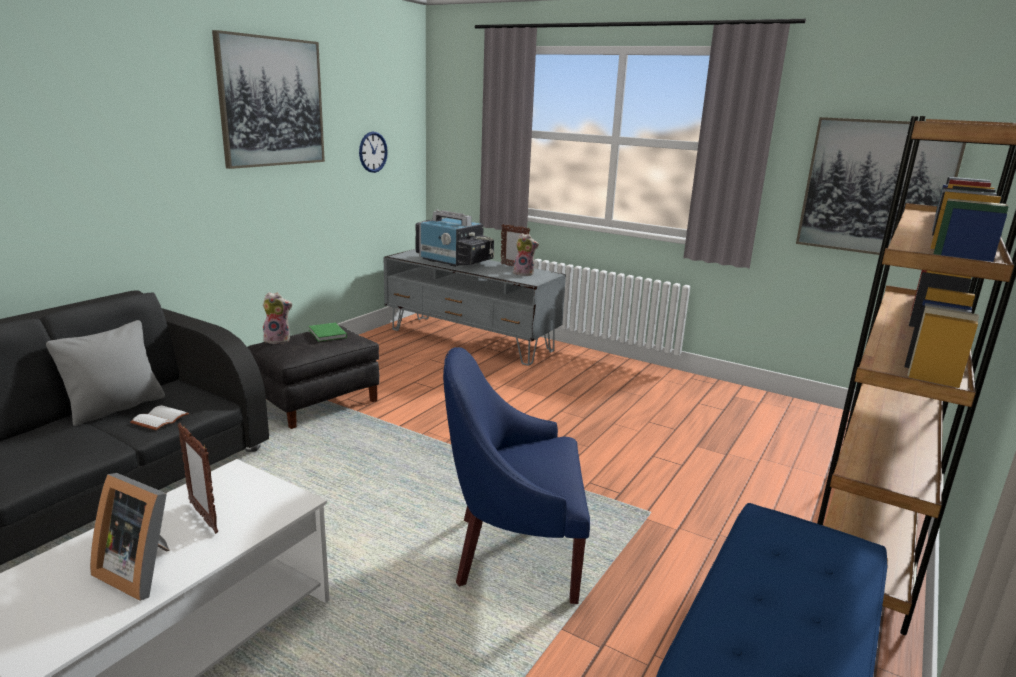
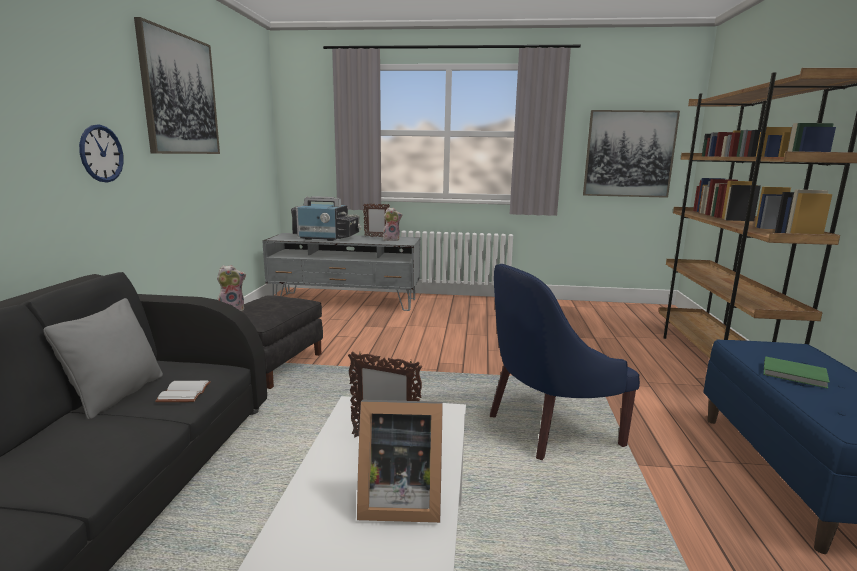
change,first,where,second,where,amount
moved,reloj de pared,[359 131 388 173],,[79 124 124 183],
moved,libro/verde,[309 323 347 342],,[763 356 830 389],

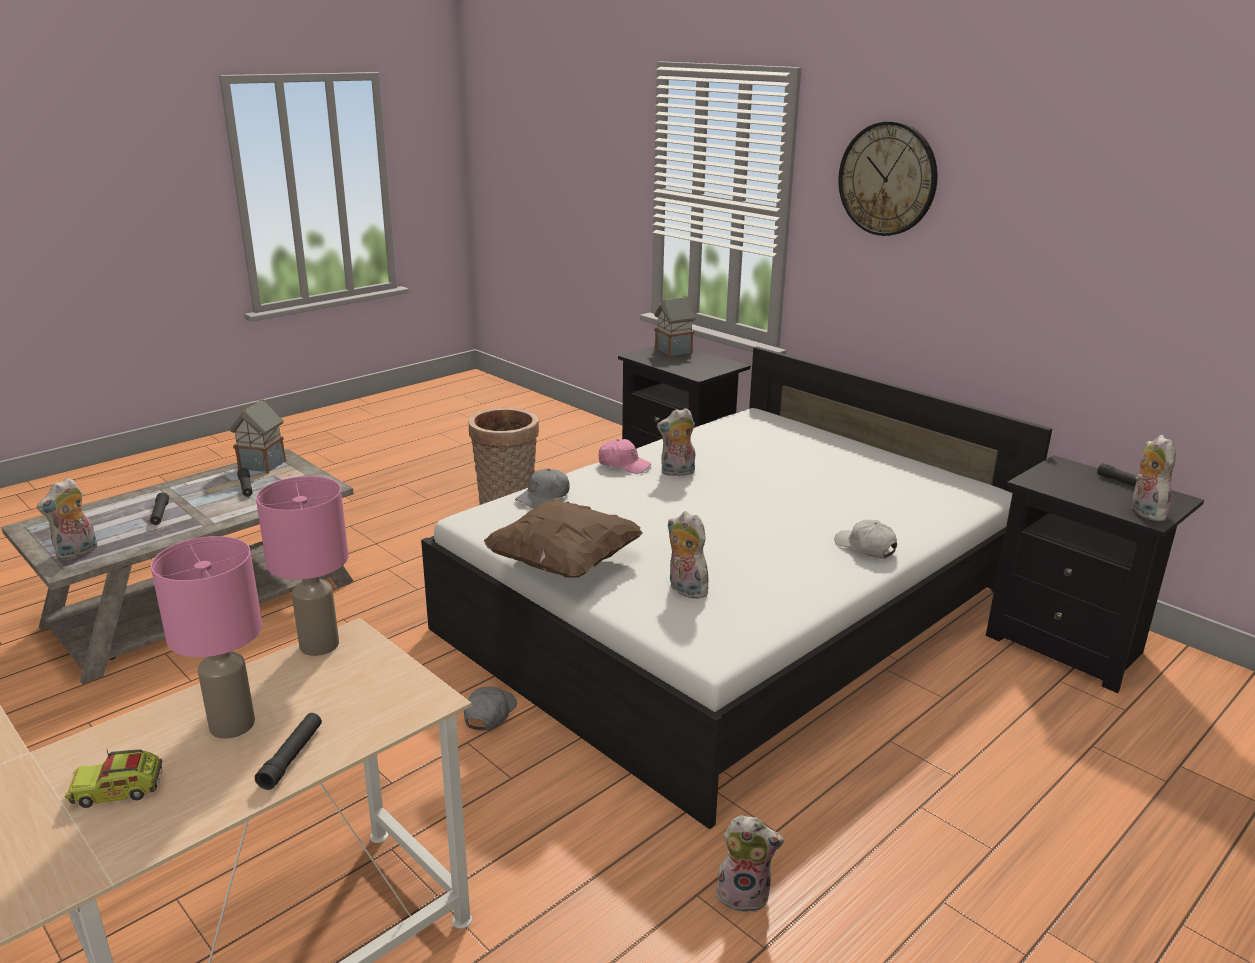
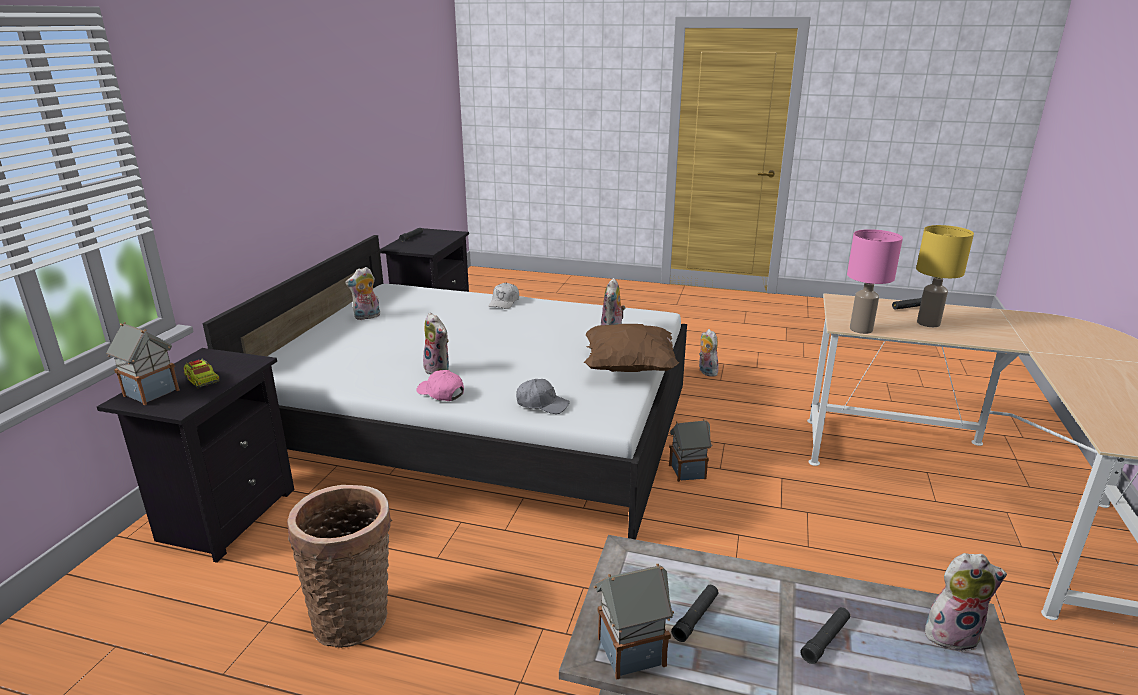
change,first,where,second,where,amount
moved,camión de juguete,[65 749 163 808],,[184 359 219 389],
moved,peluche,[1130 435 1176 521],,[345 267 380 320],
turned,gorra/rosa,[598 439 652 474],,[416 370 464 401],45 degrees counterclockwise
replaced,gorra/gris,[464 686 517 731],casita,[669 419 713 482],
recoloured,lámpara de mesa/rosa,[151 536 262 739],lámpara de mesa/amarillo,[916 225 974 327],
removed,reloj de pared,[838 121 937 236],,,

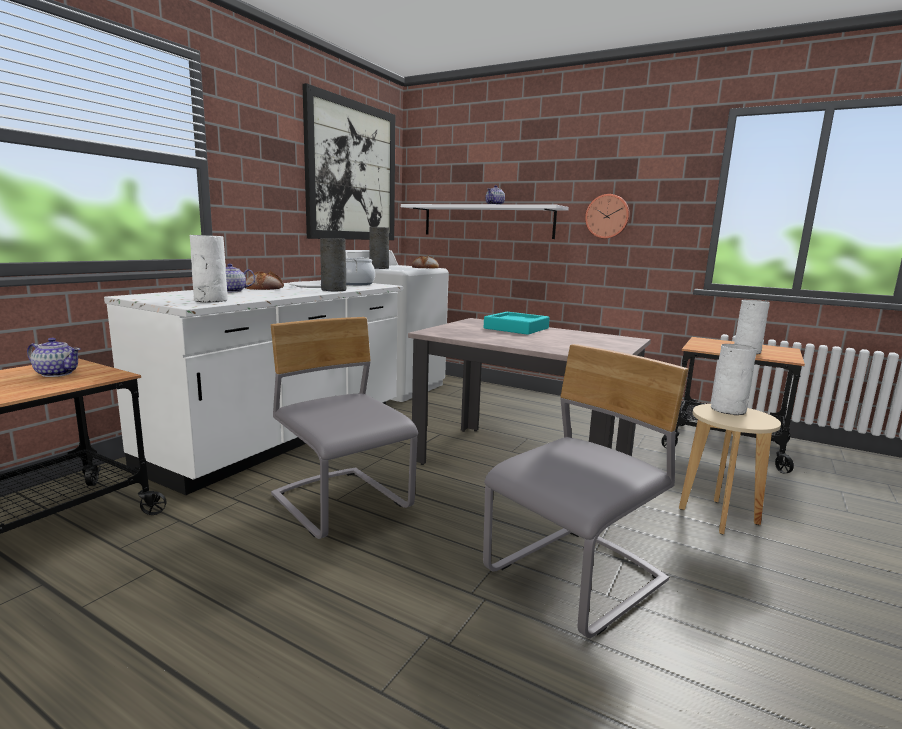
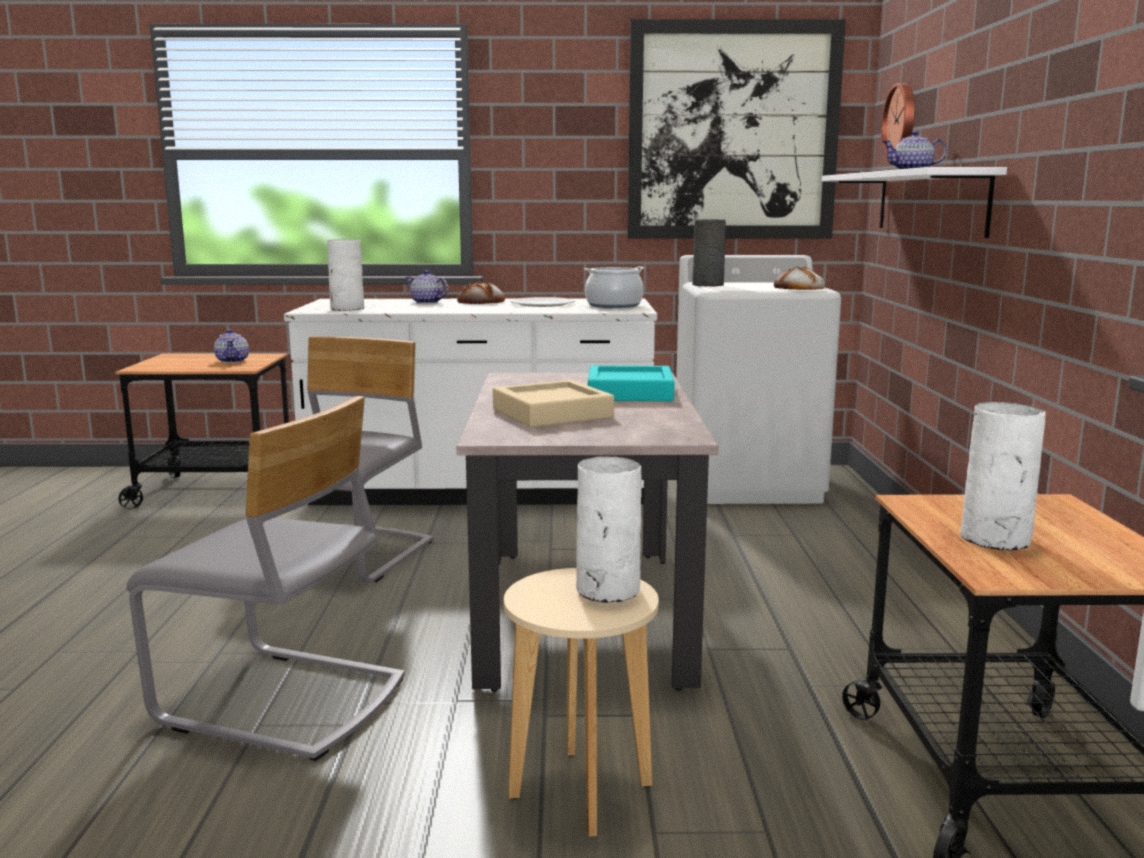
change,first,where,second,where,amount
added,,,bandeja/beis,[493 380 614 427],
moved,reloj de pared,[585 194 630 239],,[881 83 915 156],
removed,florero/gris,[320 238 347 291],,,

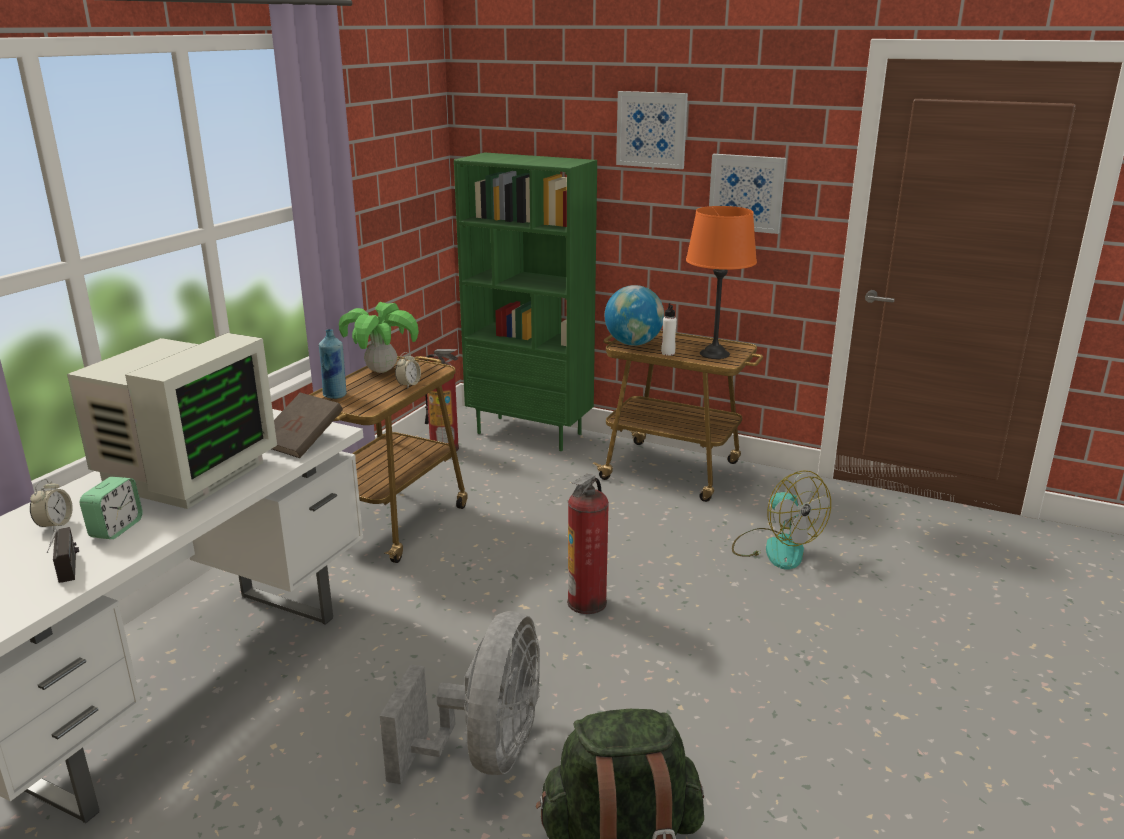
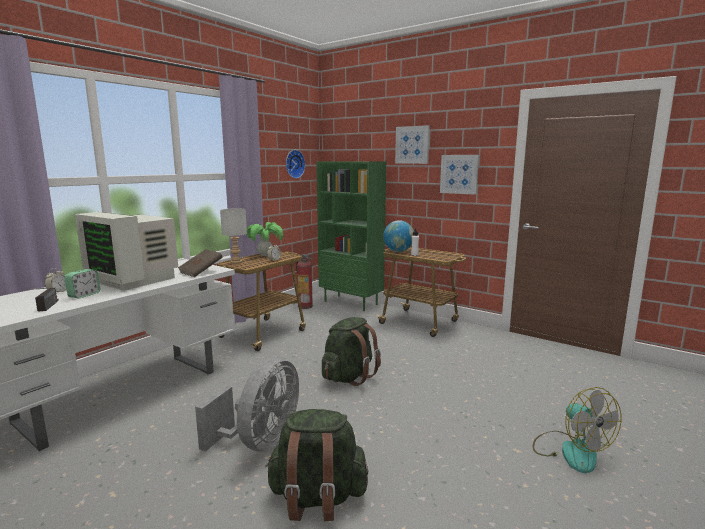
change,first,where,second,where,amount
turned,monitor,[67 333 277 509],,[75 212 178 291],90 degrees clockwise
replaced,botella/azul,[319 329 346 399],lámpara de mesa/gris,[220 208 247 264],
added,,,reloj de pared,[286 150 305 179],
replaced,extintor,[567 474 609 614],mochila/verde,[322 317 381 386],
moved,ventilador,[732 470 831 570],,[533 387 621 473],
removed,lámpara de mesa/naranja,[686 206 757 359],,,

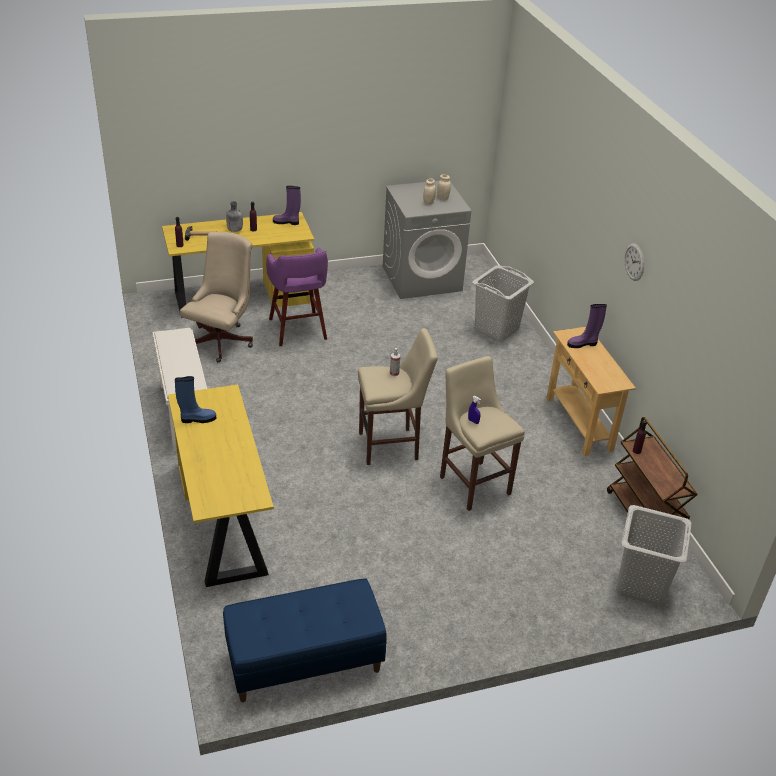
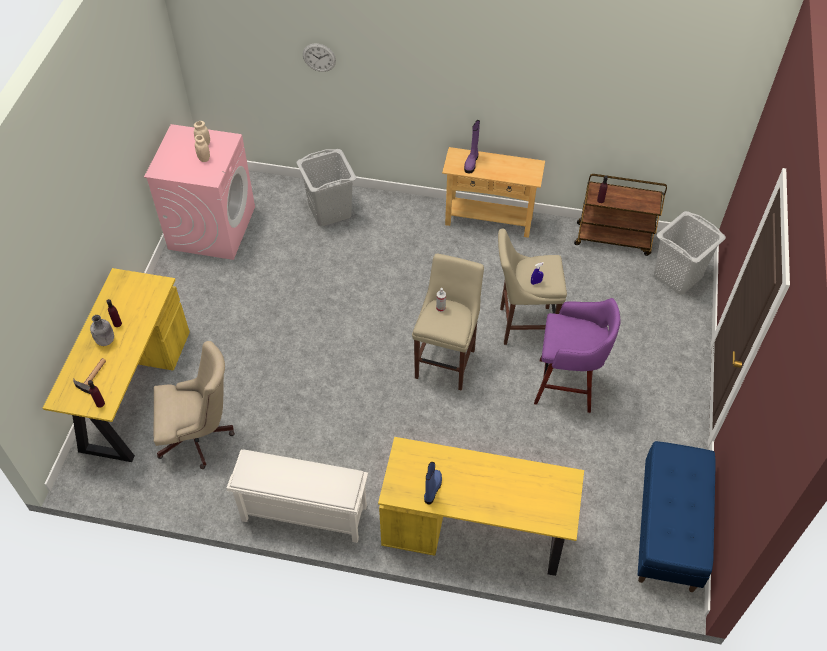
change,first,where,second,where,amount
recoloured,lavadora/gris,[383 180 471 299],lavadora/rosa,[144 124 255 260],
turned,silla de oficina/beis,[180 232 253 363],,[154 341 235 469],120 degrees clockwise
moved,reloj de pared,[625 243 644 281],,[303 44 336 72],
moved,taburete/morado,[266 248 328 346],,[534 298 621 413],
removed,bota/morado,[273 186 301 225],,,

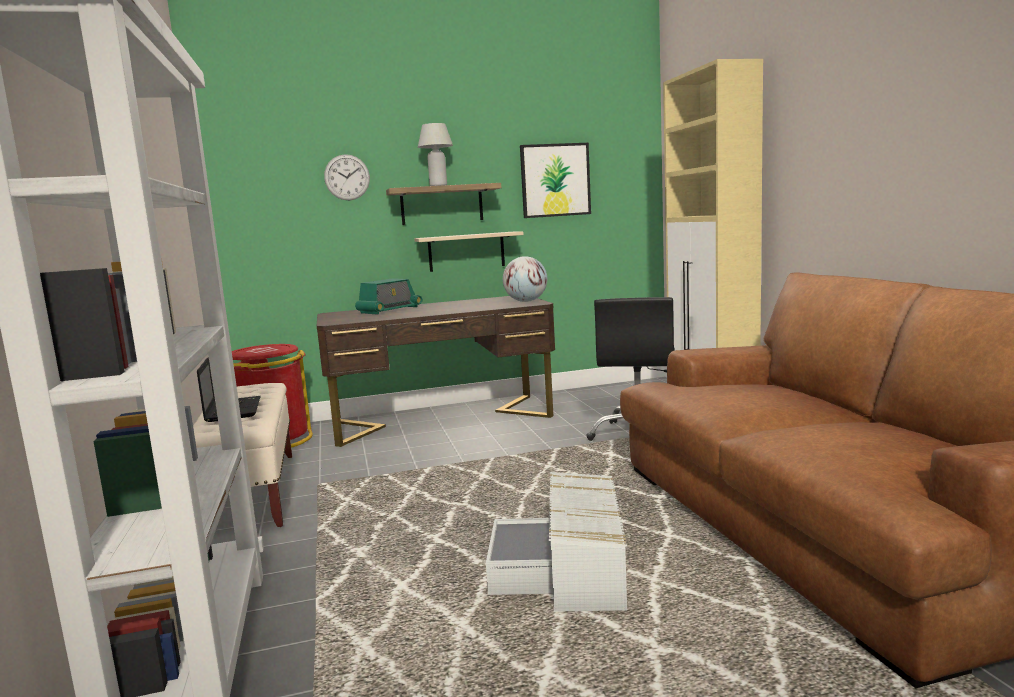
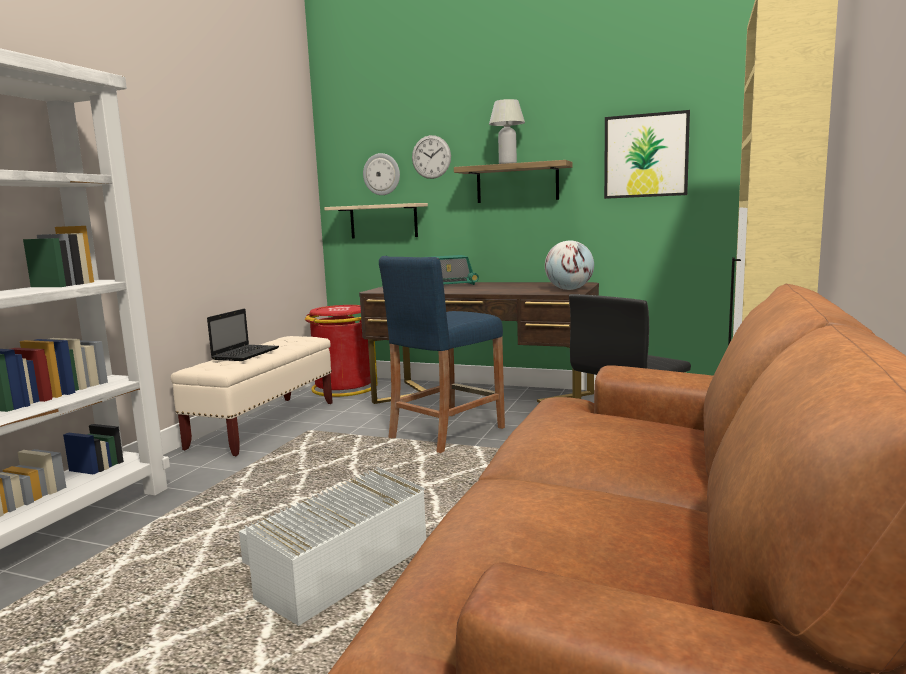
change,first,where,second,where,amount
moved,estante/beis,[414 231 524 272],,[324 203 428 239],
added,,,reloj de pared,[363 153 400 195],
added,,,taburete/azul,[379 256 505 453],

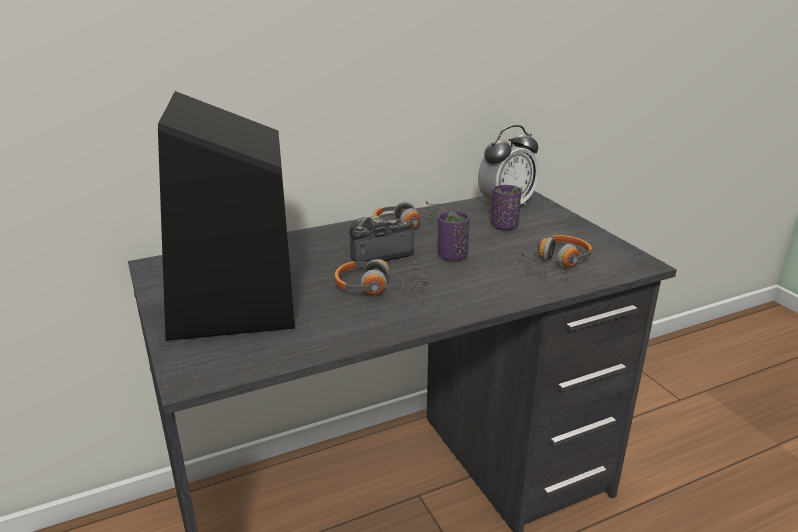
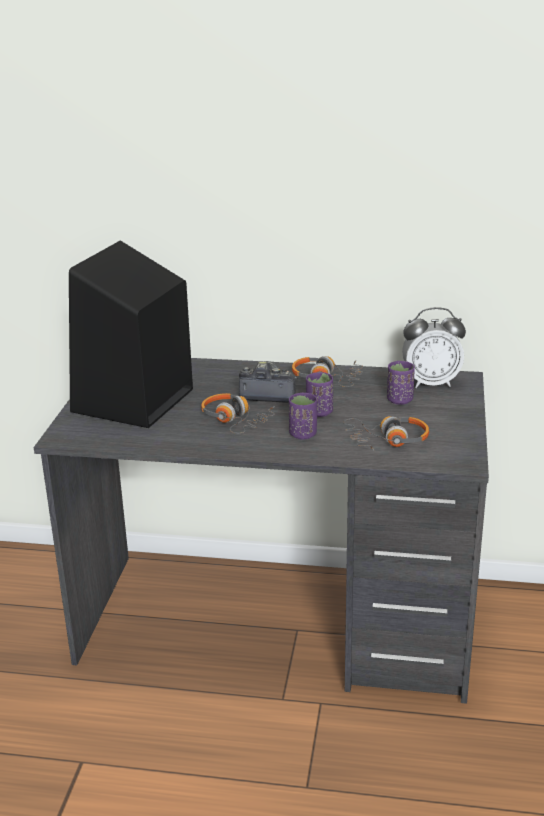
change,first,where,second,where,amount
added,,,taza/morado,[289 392 317 440],

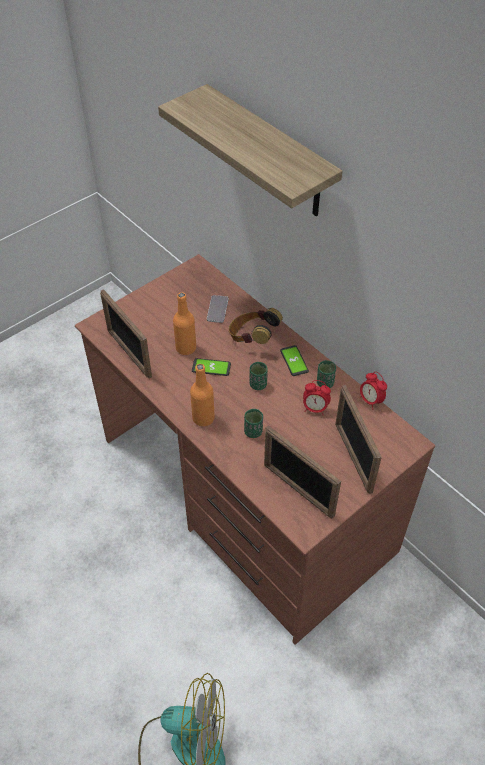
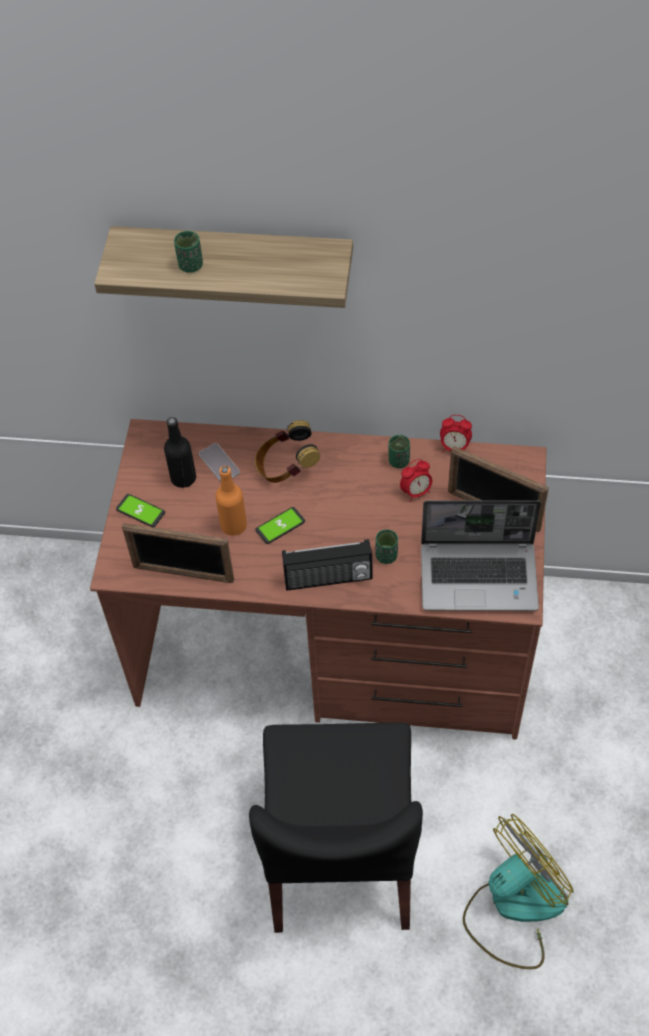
change,first,where,second,where,amount
moved,móvil,[280 345 309 376],,[116 494 165 527],
added,,,botella/negro,[164 417 196 488],
moved,taza/verde,[250 362 268 390],,[174 231 203 273],
added,,,silla/negro,[249 722 423 933],
replaced,botella/naranja,[190 364 215 426],radio,[282 539 373 591],
replaced,portarretratos,[264 425 341 519],portátil,[421 500 541 611],

